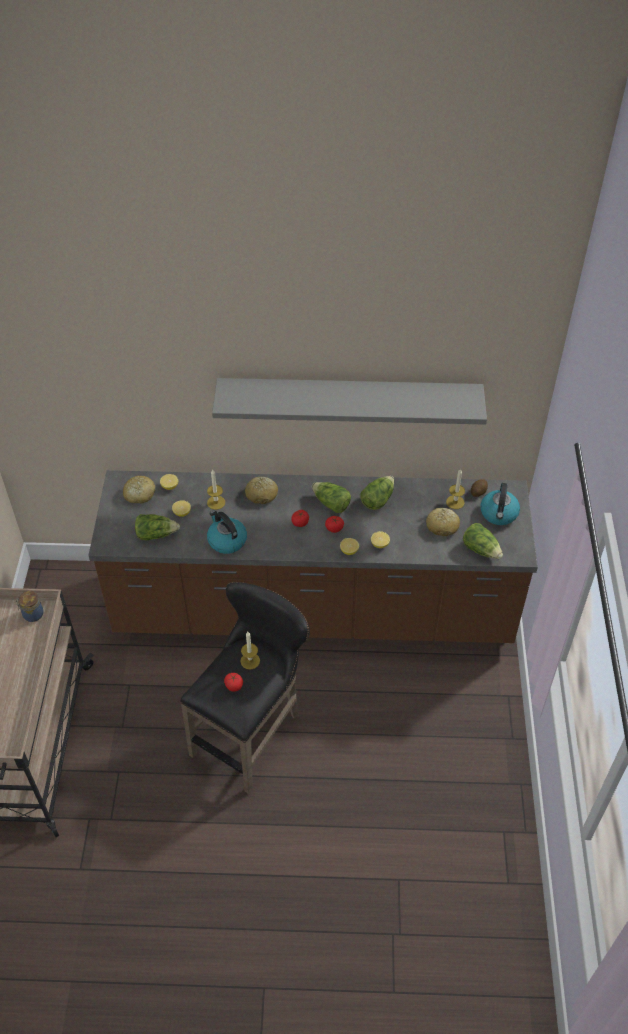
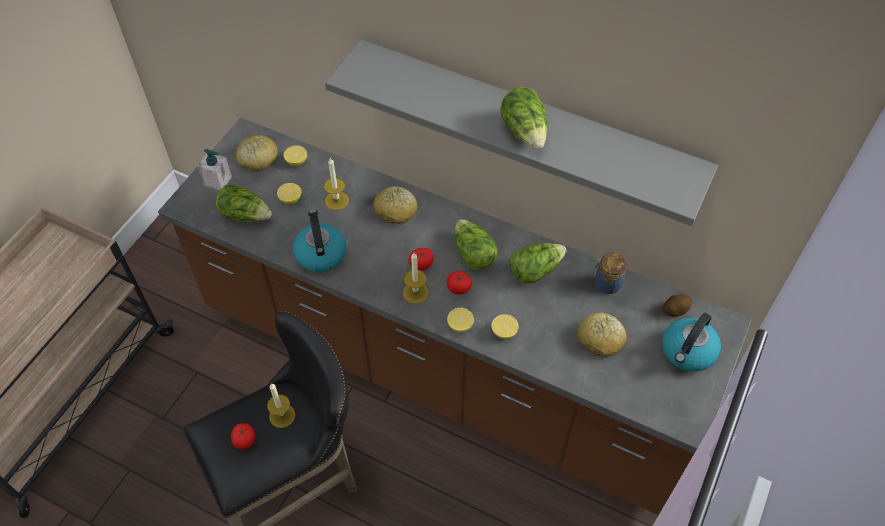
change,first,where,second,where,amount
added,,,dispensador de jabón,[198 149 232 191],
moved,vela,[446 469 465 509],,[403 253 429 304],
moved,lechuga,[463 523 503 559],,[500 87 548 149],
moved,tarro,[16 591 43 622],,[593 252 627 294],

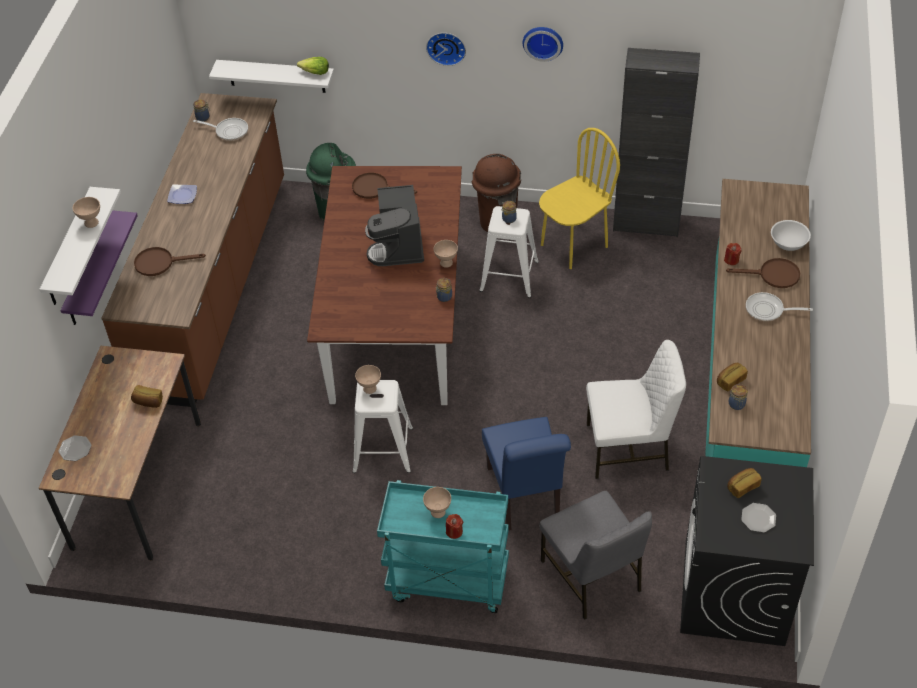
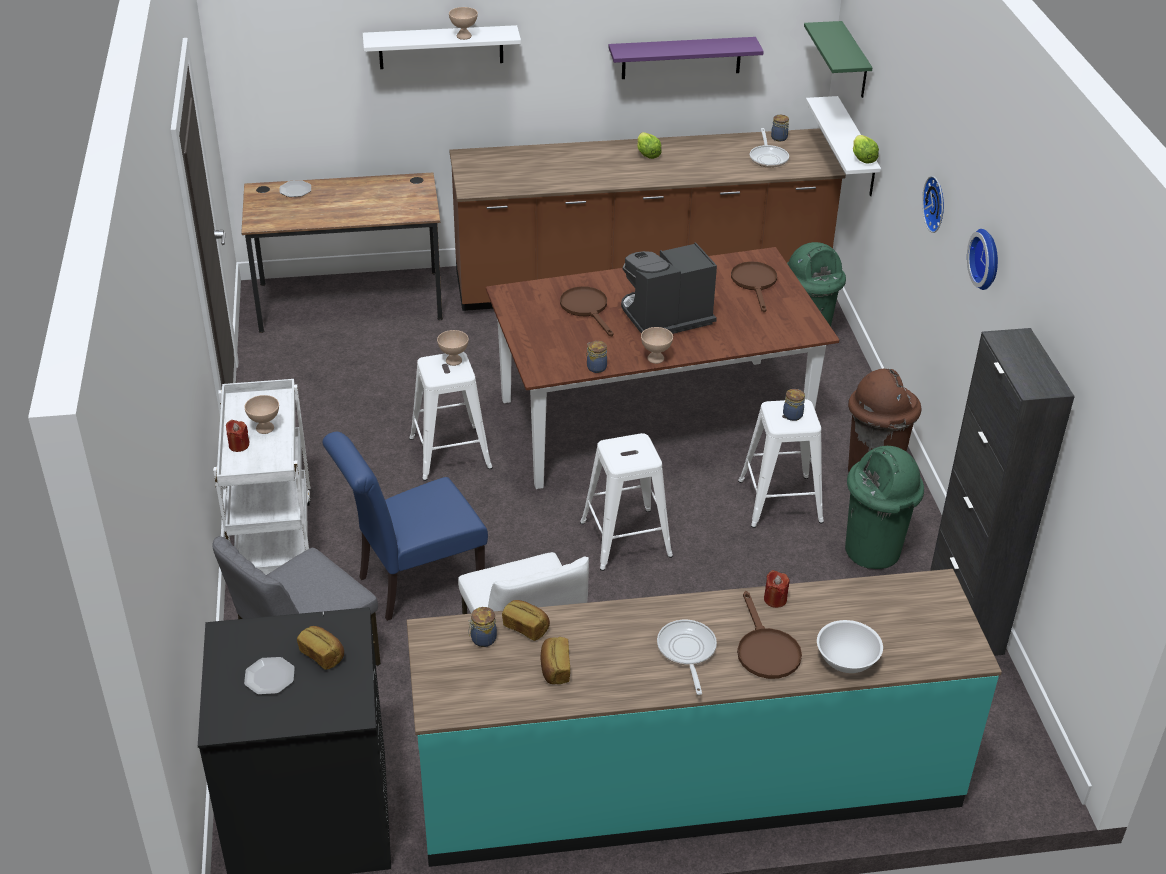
change,first,where,second,where,amount
recoloured,carrito/turquesa,[377 480 509 613],carrito/blanco,[213 379 310 575],
moved,pan,[131 385 163 408],,[540 637 570 684],
moved,sartén/marrón,[134 247 206 276],,[560 286 614 336],
added,,,taburete/blanco,[580 433 673 571],
moved,estante/morado,[60 210 138 325],,[609 37 764 79],
replaced,plato,[167 185 197 204],lechuga,[637 132 662 159],
added,,,estante/verde,[804 21 873 98],
replaced,silla/amarillo,[539 128 620 269],papelera/verde,[845 446 924 569],

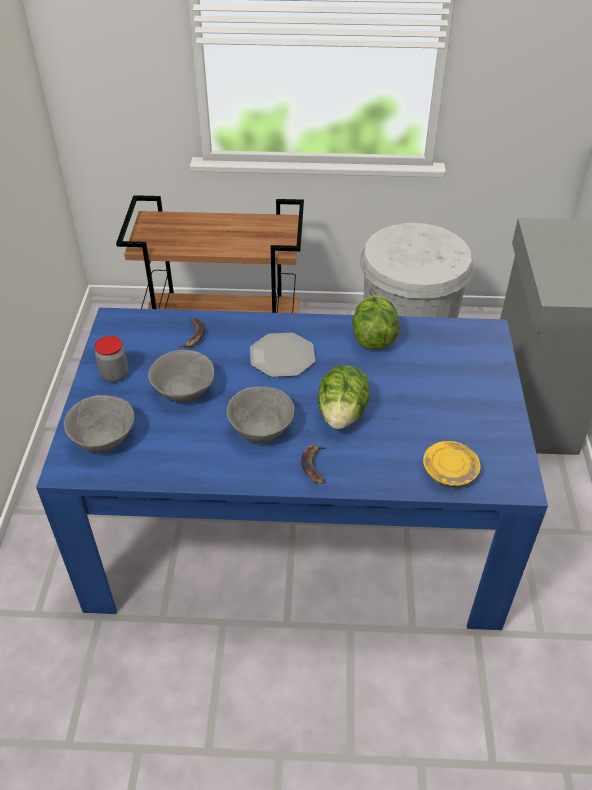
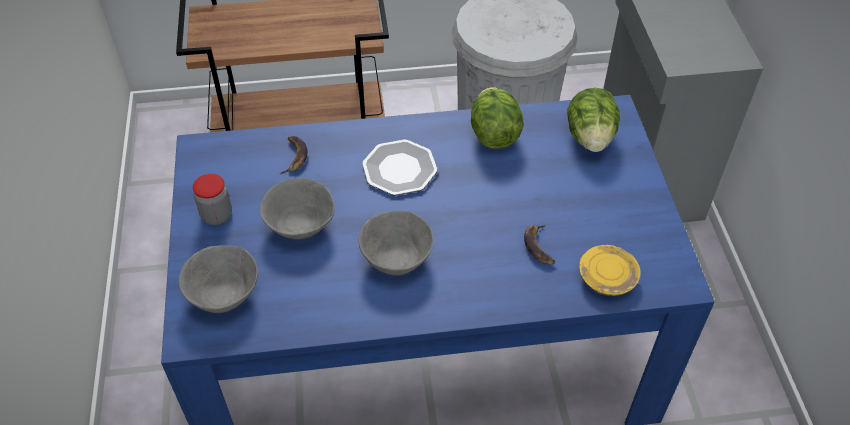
change,first,where,second,where,amount
moved,plátano,[301 445 328 483],,[524 224 555 264],
moved,lechuga,[317 365 369 429],,[567 88 620 152],

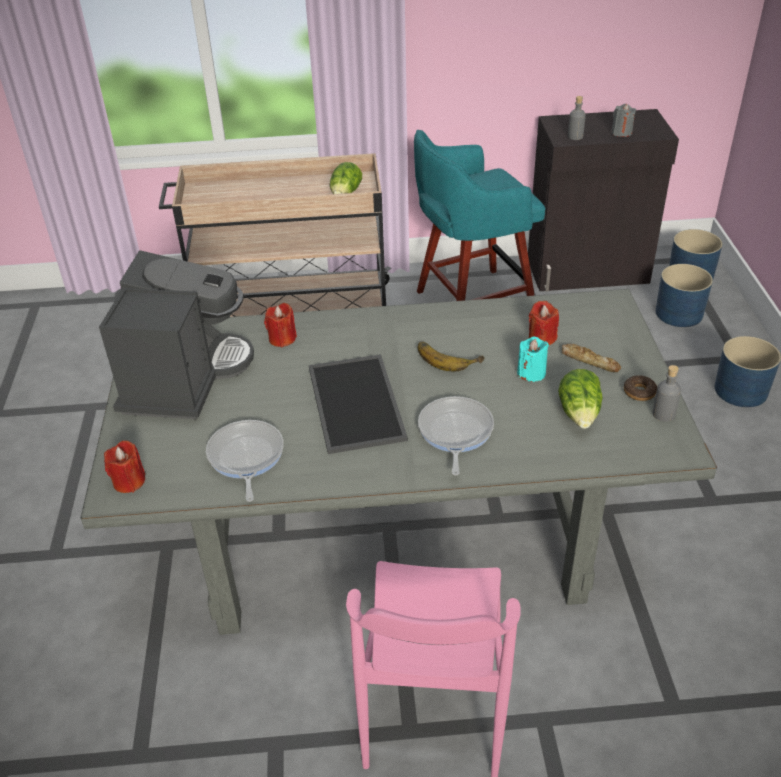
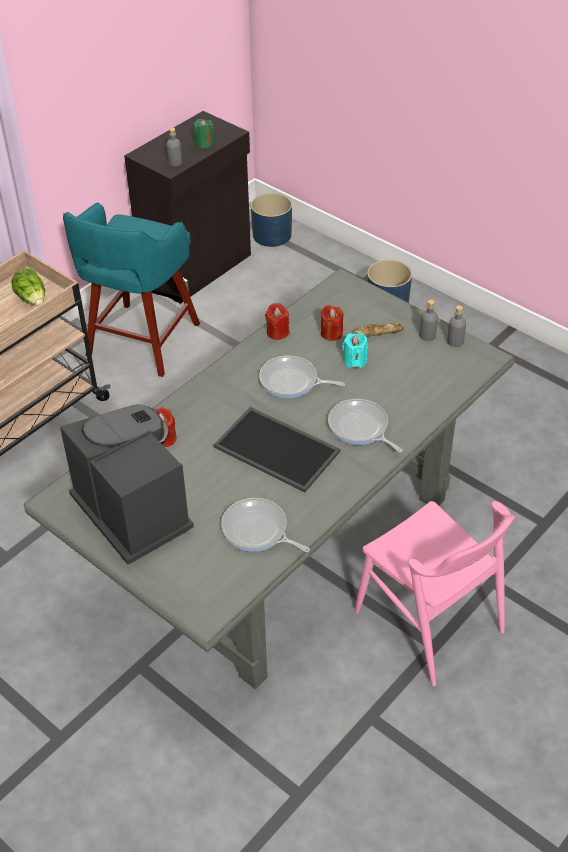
change,first,where,second,where,amount
recoloured,vela/gris,[611 104 636 137],vela/verde,[194 119 213 149],
replaced,plátano,[418 342 485 371],sartén,[259 356 345 398],
moved,vela/rojo,[104 440 145 493],,[265 303 289 340],
replaced,rosquilla,[624 375 657 401],botella/gris,[419 299 438 341],
removed,lechuga,[558 369 603 429],,,
removed,maceta/azul,[656 264 713 327],,,

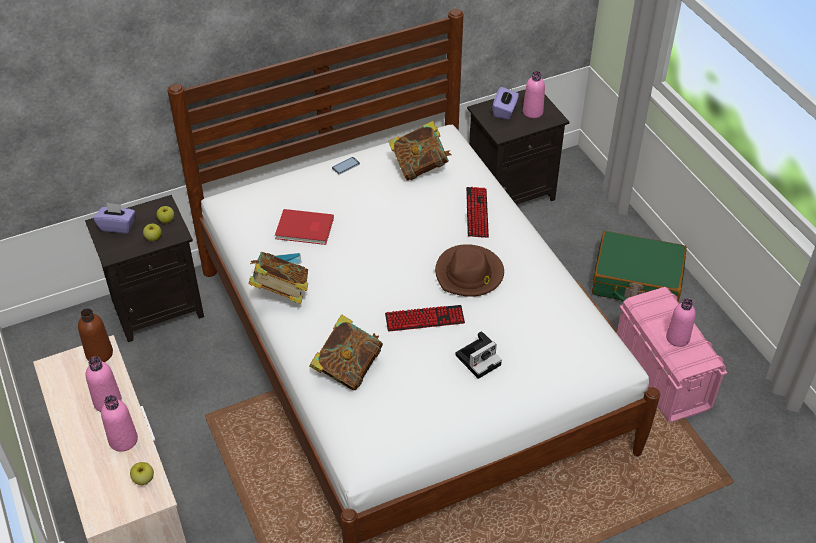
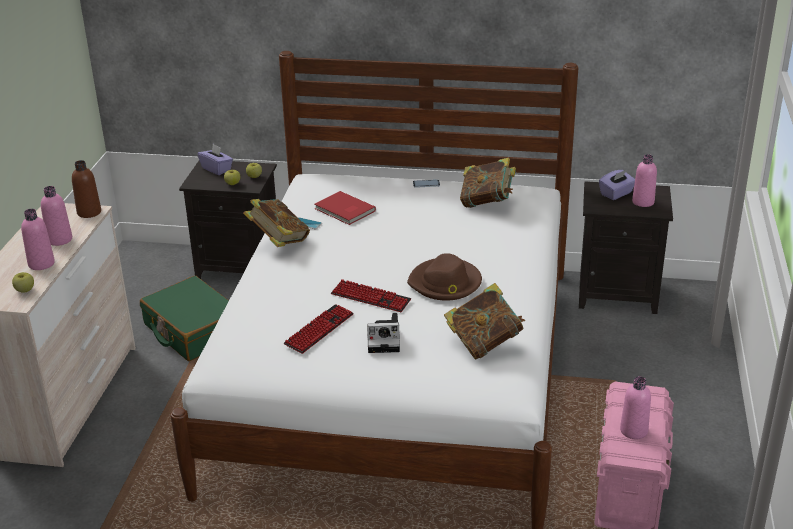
change,first,where,second,where,amount
moved,maleta/verde,[592 231 687 302],,[140 276 229 361],
moved,teclado,[466 187 489 238],,[284 304 354 354],
moved,libro,[309 314 383 390],,[444 283 526 360],

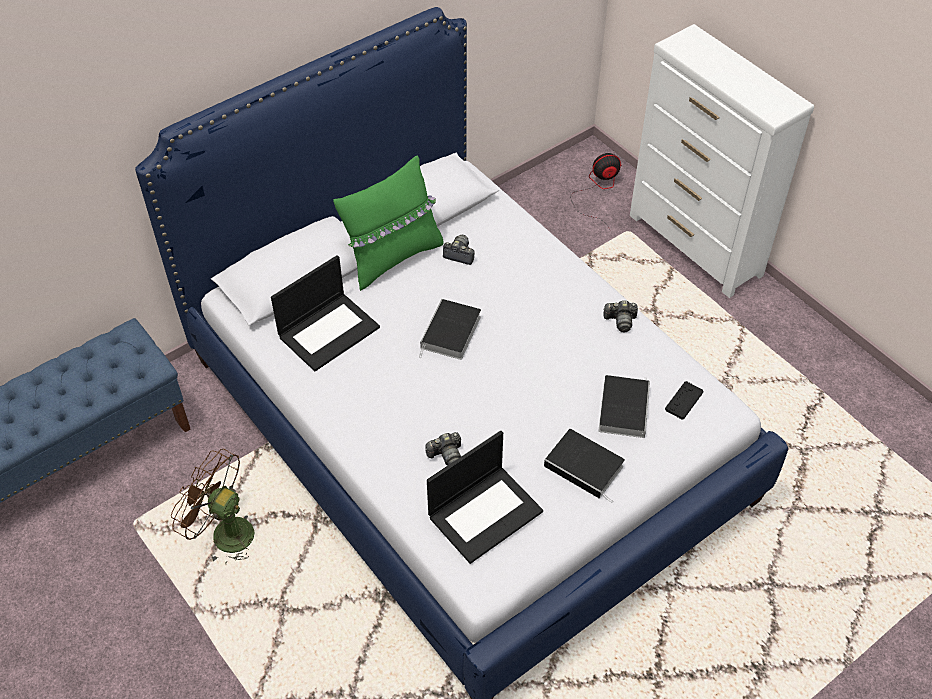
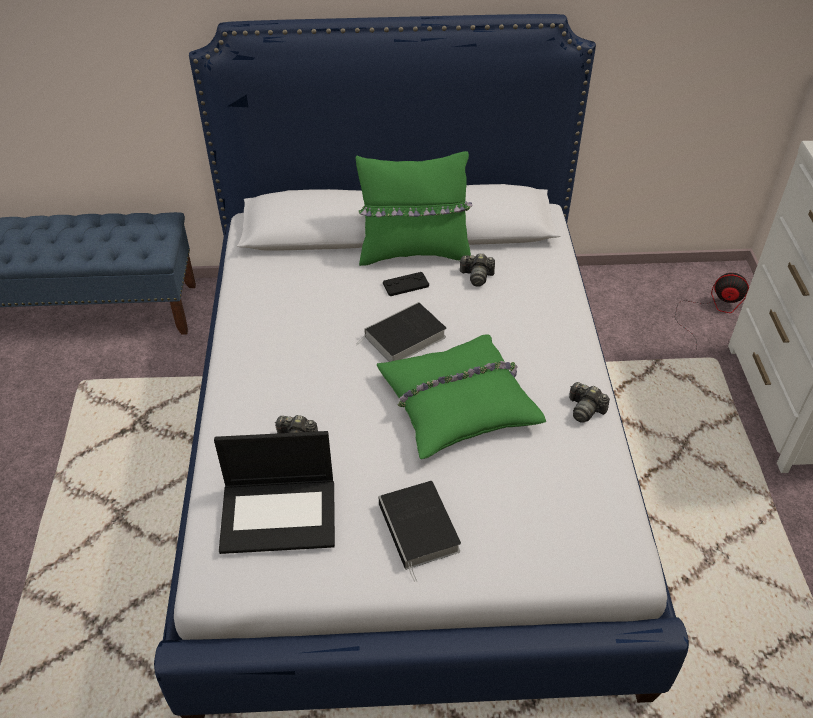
change,first,where,second,where,amount
added,,,cojín/verde,[377 334 546 459],
moved,mando de consola/negro,[665 381 703 419],,[383 272 429 296],
turned,cámara,[443 235 475 265],,[459 253 495 287],135 degrees clockwise
removed,ventilador/marrón,[171 449 254 564],,,
removed,portátil,[271 255 380 371],,,
removed,libro,[599 375 650 438],,,

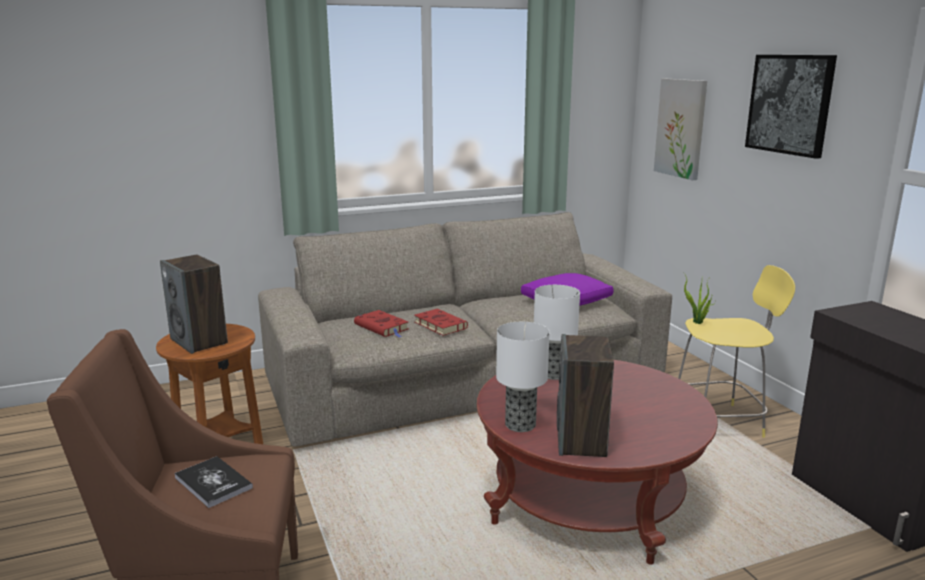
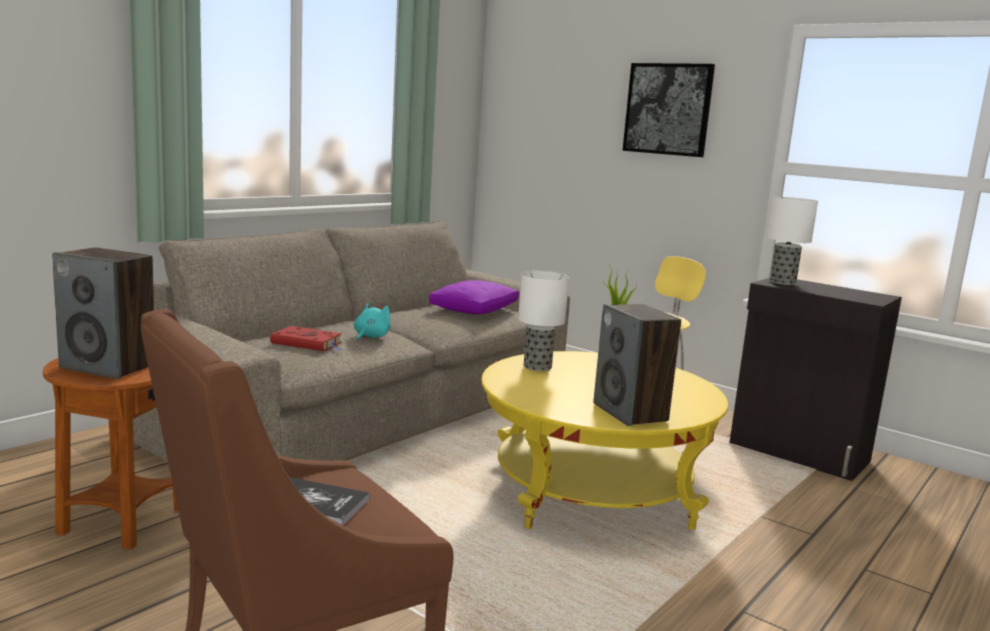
change,first,where,second,where,amount
replaced,libro/rojo,[414 309 468 336],peluche/turquesa,[354 303 391 341],
recoloured,mesa de centro/rojo,[477 360 718 565],mesa de centro/amarillo,[481 351 728 530],
moved,lámpara de mesa,[496 322 550 432],,[768 197 818 285],
removed,cuadro,[654 79 707 180],,,

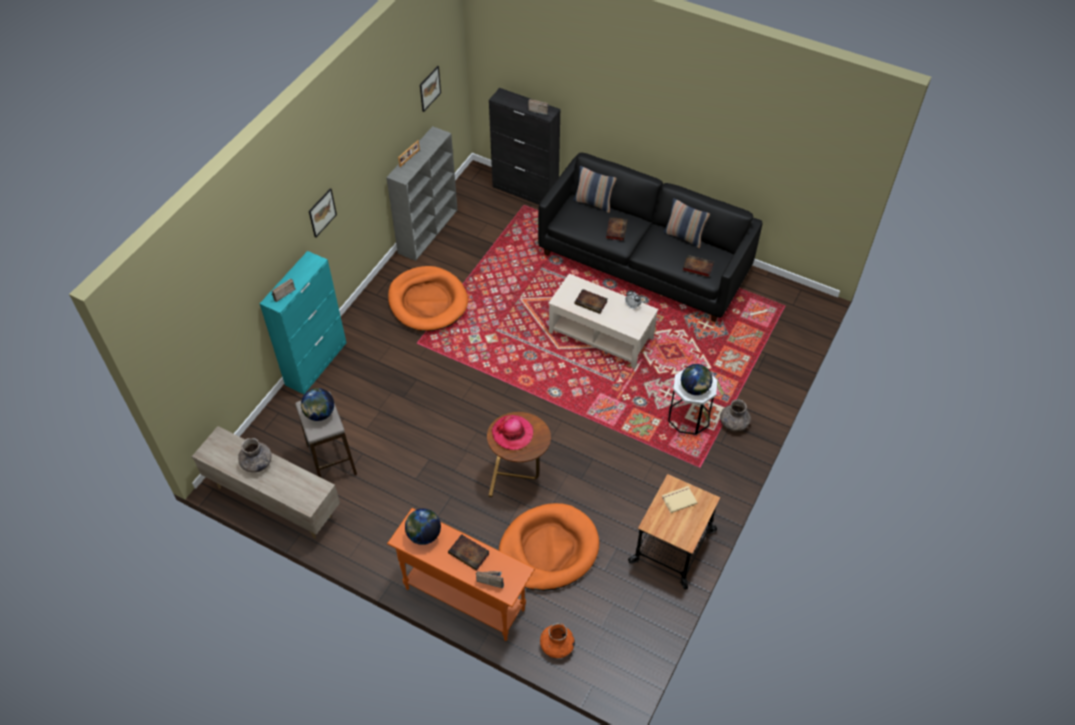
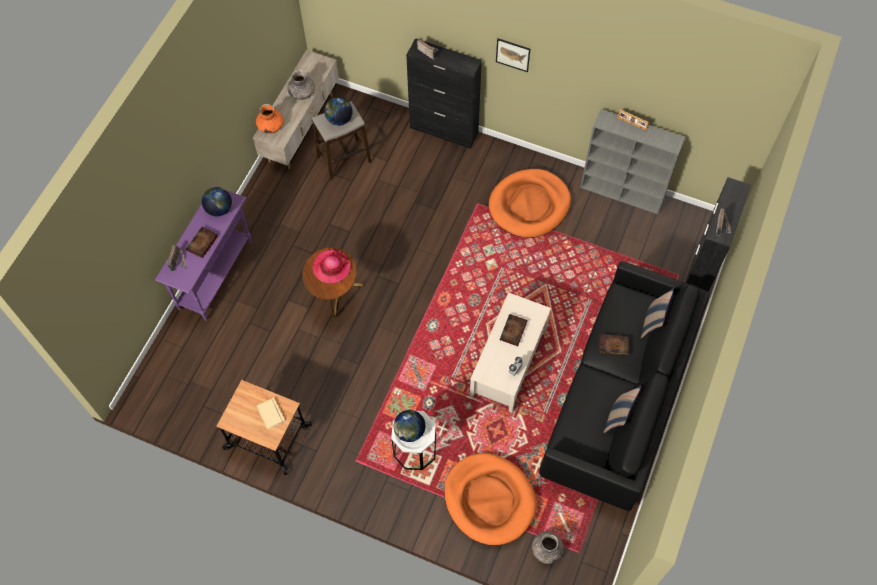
change,first,where,second,where,amount
recoloured,mesa consola/naranja,[387 508 535 641],mesa consola/morado,[155 185 252 321],
moved,florero/naranja,[540 623 575 658],,[256 104 283 134],
recoloured,armario/turquesa,[260 251 347 394],armario/negro,[406 38 482 149],
moved,cama para perro/naranja,[499 503 599 591],,[444 453 536 545],
moved,florero/gris,[720 399 751 432],,[532 531 564 564],
removed,cuadro,[420 66 441 112],,,
removed,libro,[683 255 714 277],,,

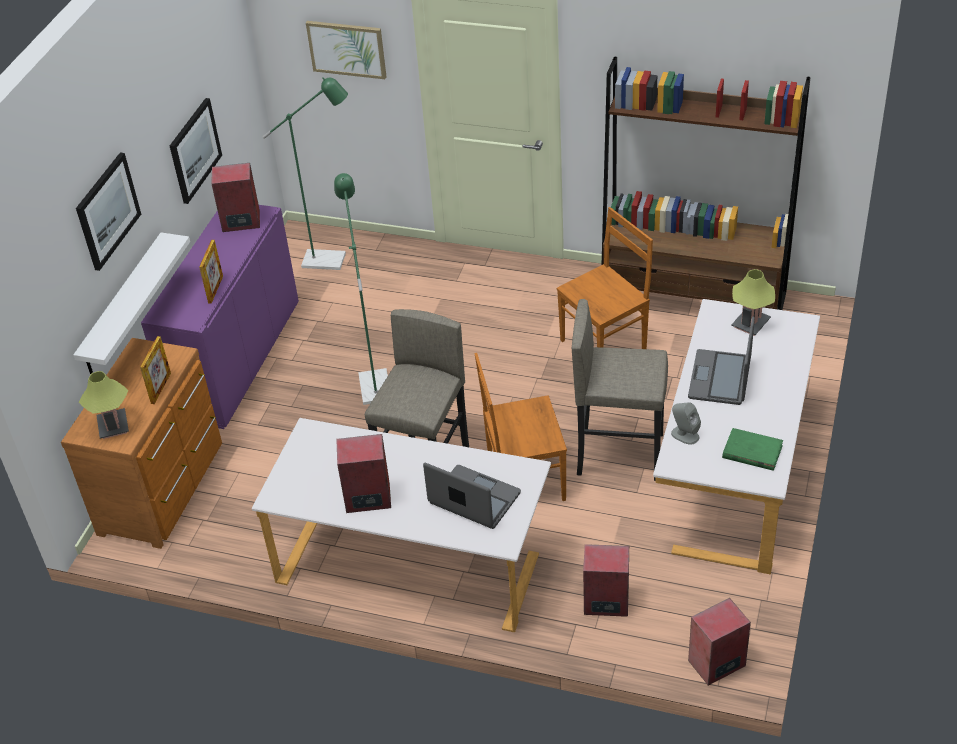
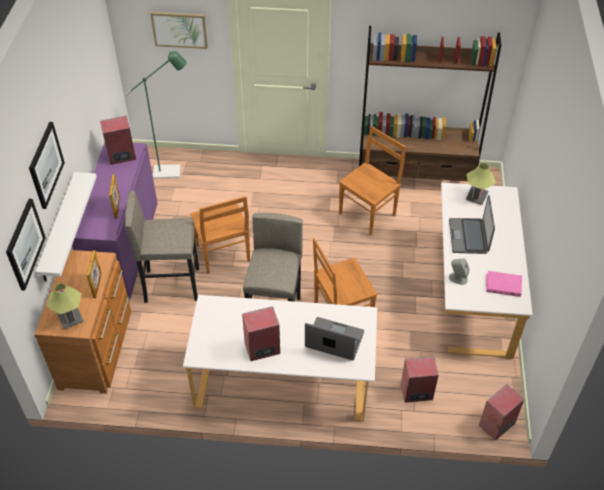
change,first,where,second,where,amount
moved,cuadro,[170 98 222 204],,[6 199 46 291],
moved,taburete/gris,[572 299 668 481],,[125 191 199 303],
replaced,lámpara de pie/verde,[334 173 388 405],silla/marrón,[190 196 250 274],
recoloured,libro/verde,[722 428 783 471],libro/rosa,[486 271 522 297],

